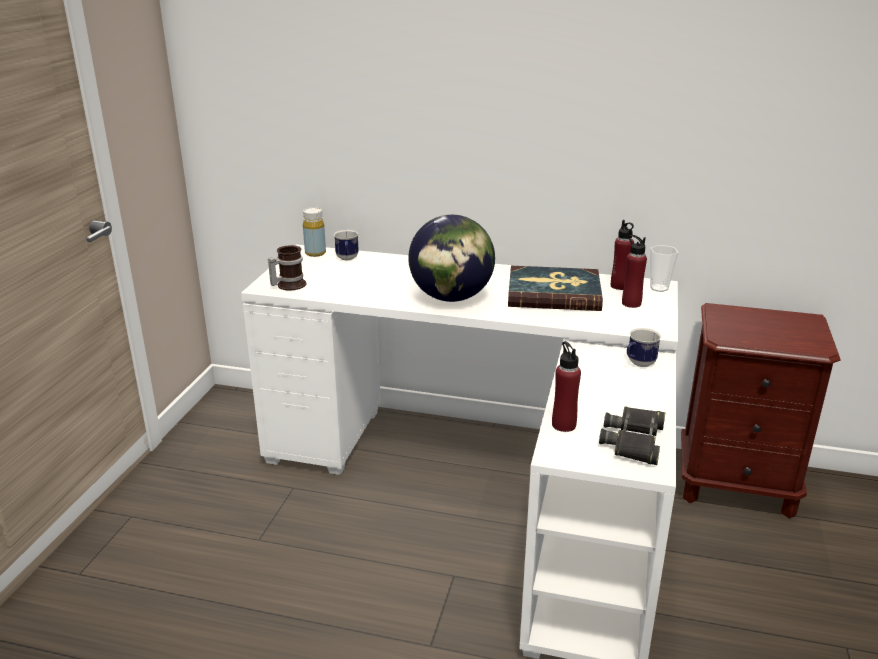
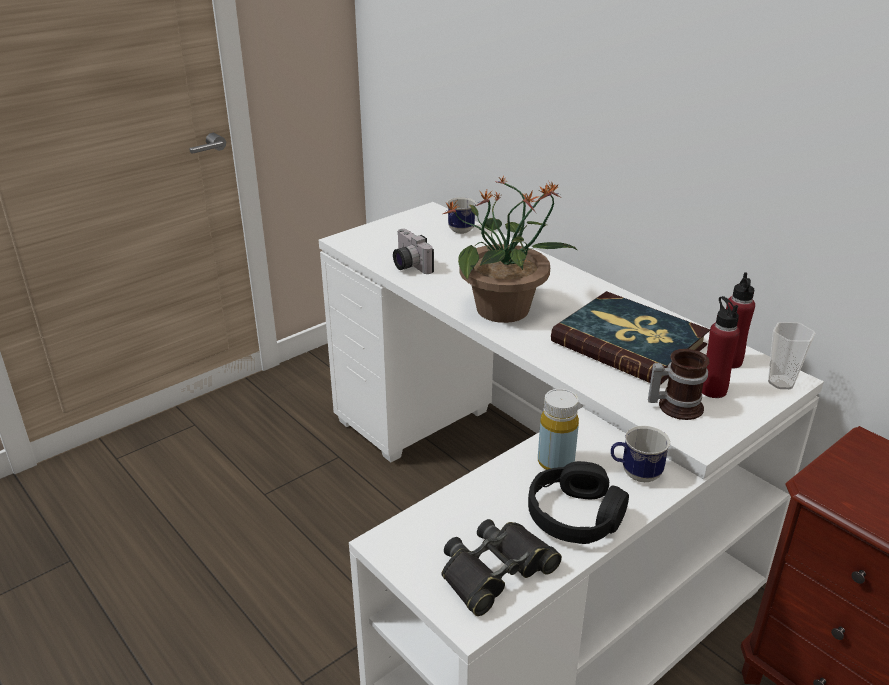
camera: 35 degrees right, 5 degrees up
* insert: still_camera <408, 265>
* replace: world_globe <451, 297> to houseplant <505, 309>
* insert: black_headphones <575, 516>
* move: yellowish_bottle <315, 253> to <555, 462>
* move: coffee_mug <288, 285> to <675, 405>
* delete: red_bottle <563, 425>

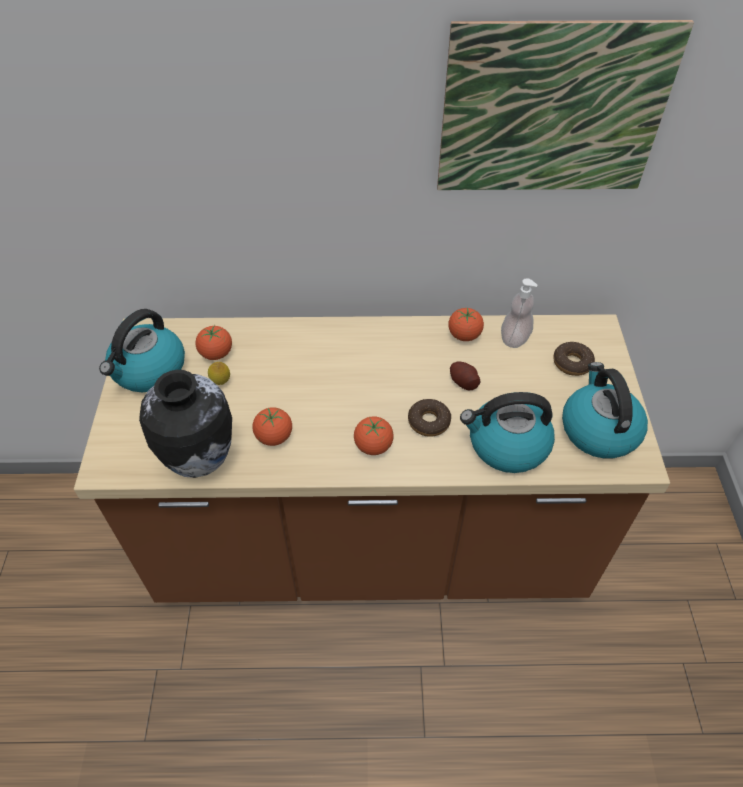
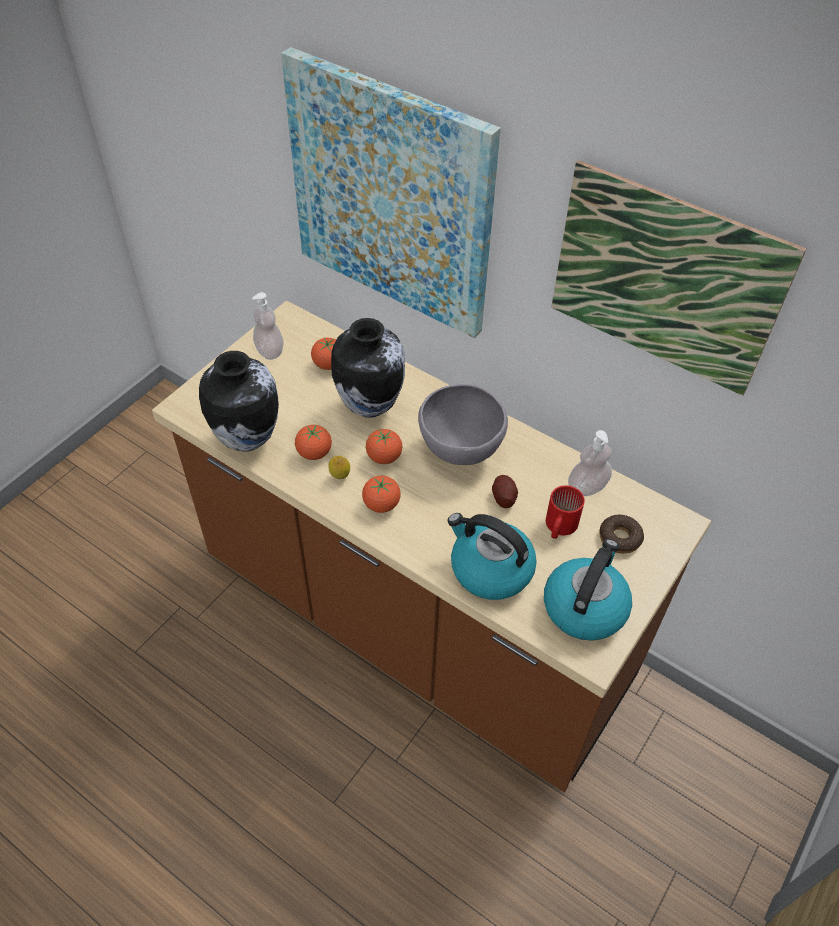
camera: 35 degrees right, 0 degrees up
* replace: water_kettle <148, 370> to liquid_soap_bottle <270, 351>
* insert: wall_art <391, 196>
* move: whole_lemon <221, 383> to <340, 477>
* insert: decorative_vase <369, 406>
* move: whole_tomato <464, 335> to <384, 457>
* insert: grey_serving_bowl <459, 450>
* insert: red_coffee_mug <558, 526>
* delete: doughnut <429, 422>

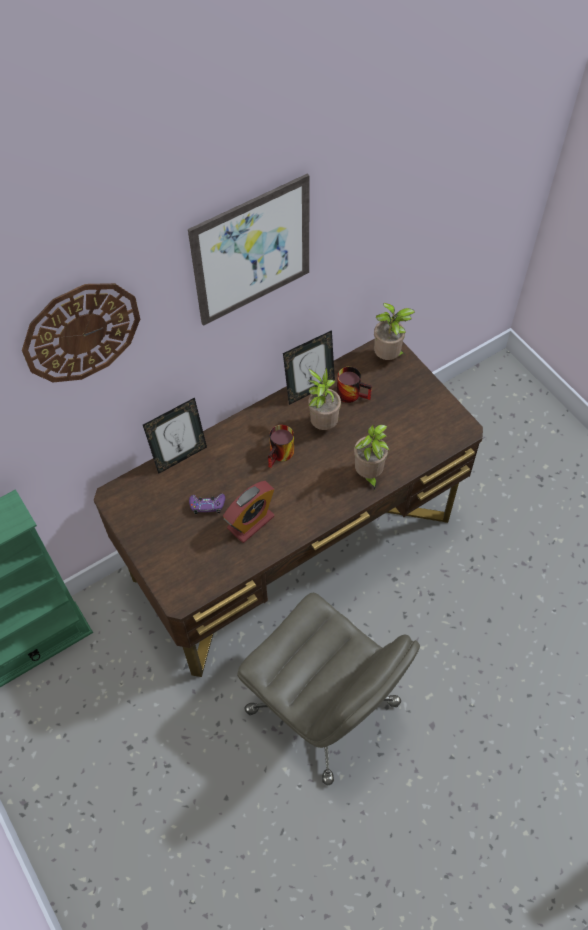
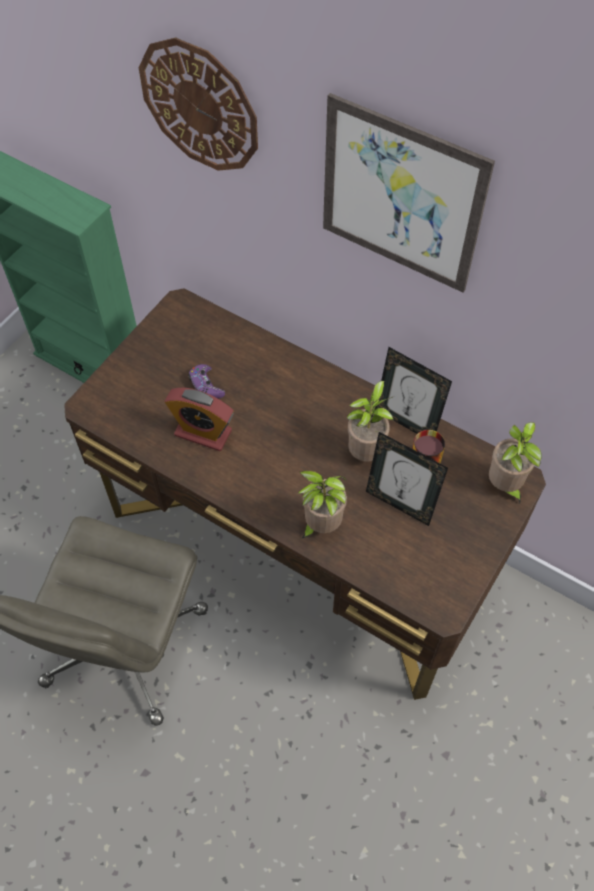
camera: 65 degrees right, 0 degrees up
* move: standing_frame <180, 457> to <400, 504>
* delete: coffee_mug <281, 455>

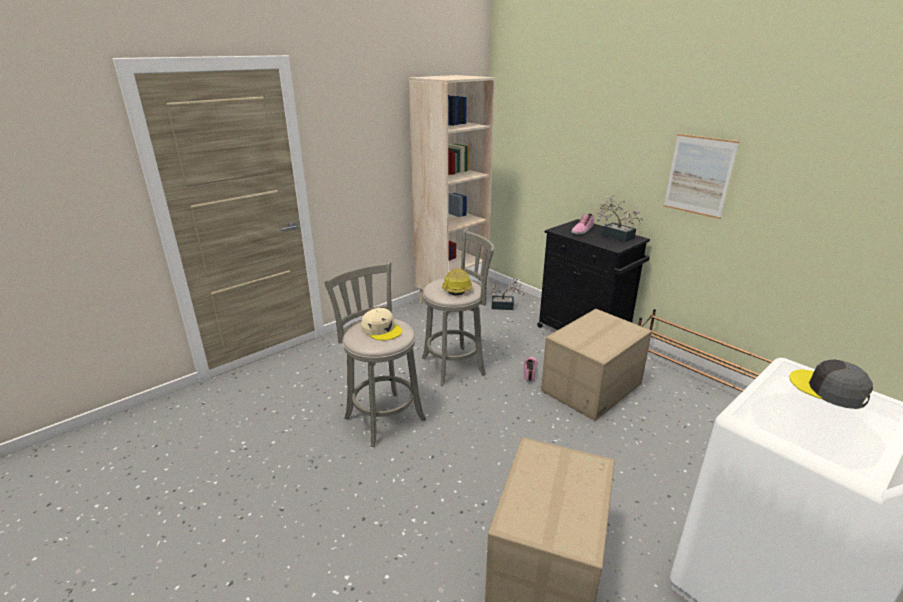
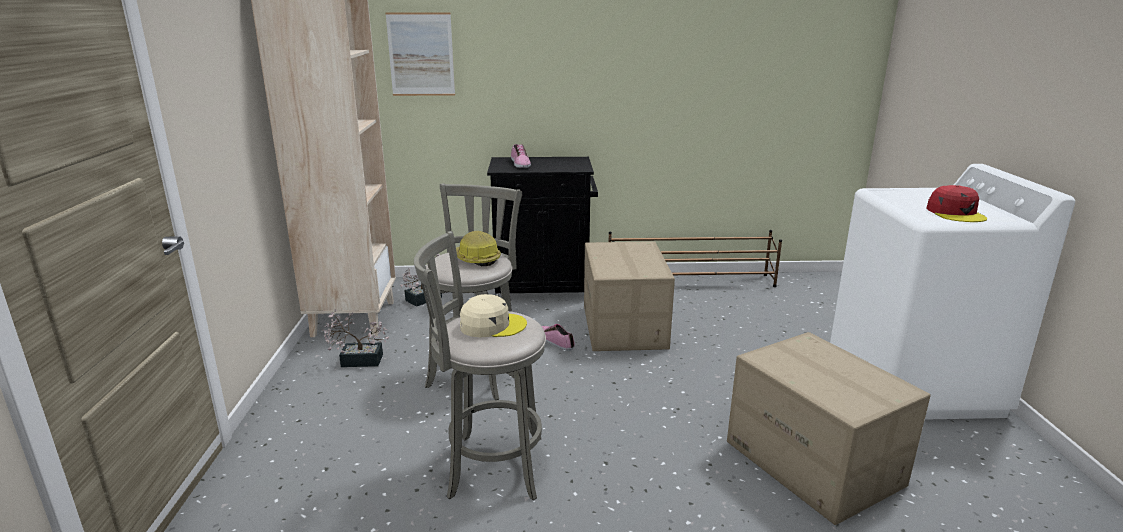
camera: 50 degrees left, 5 degrees down
* move: houseplant <615, 235> to <357, 360>
* move: wall_art <699, 175> to <421, 54>
* insert: red_peaked_cap <956, 213>
* delete: grey_peaked_cap <828, 389>

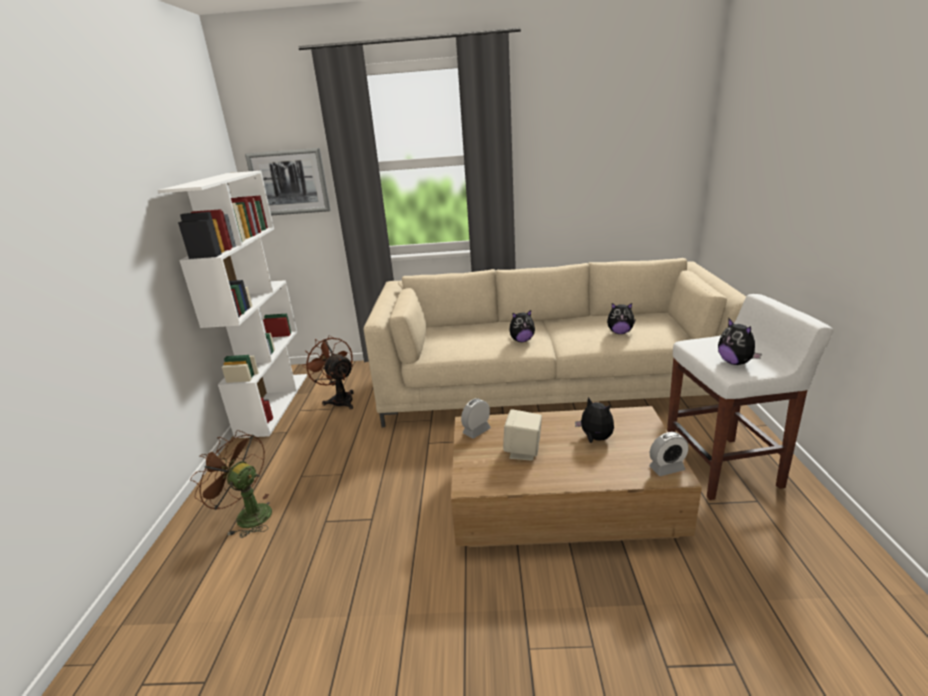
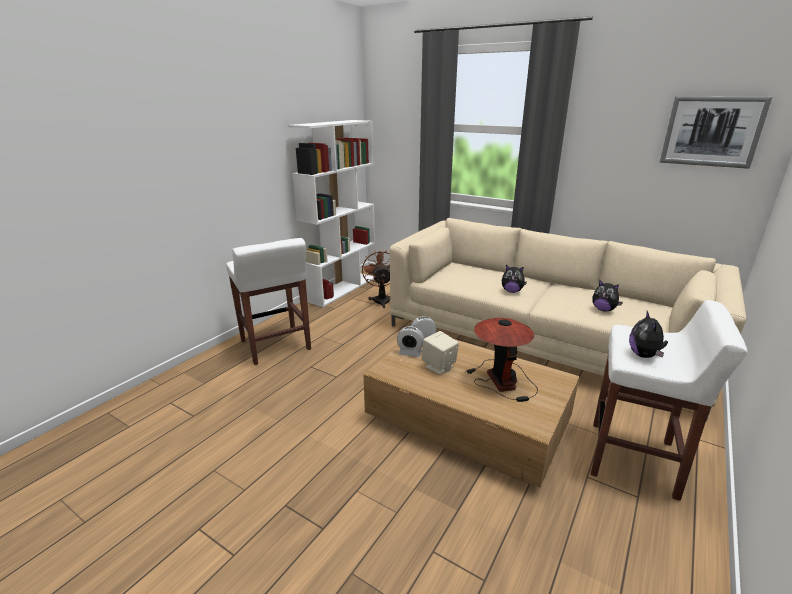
camera: 30 degrees right, 0 degrees up
* replace: brown-coloured_fan <247, 515> to white_sitting_stool <275, 346>
* move: bedside_clock <666, 468> to <410, 353>
* replace: soft_toy <595, 439> to tabletop_lamp <501, 379>
* move: wall_art <289, 182> to <711, 131>

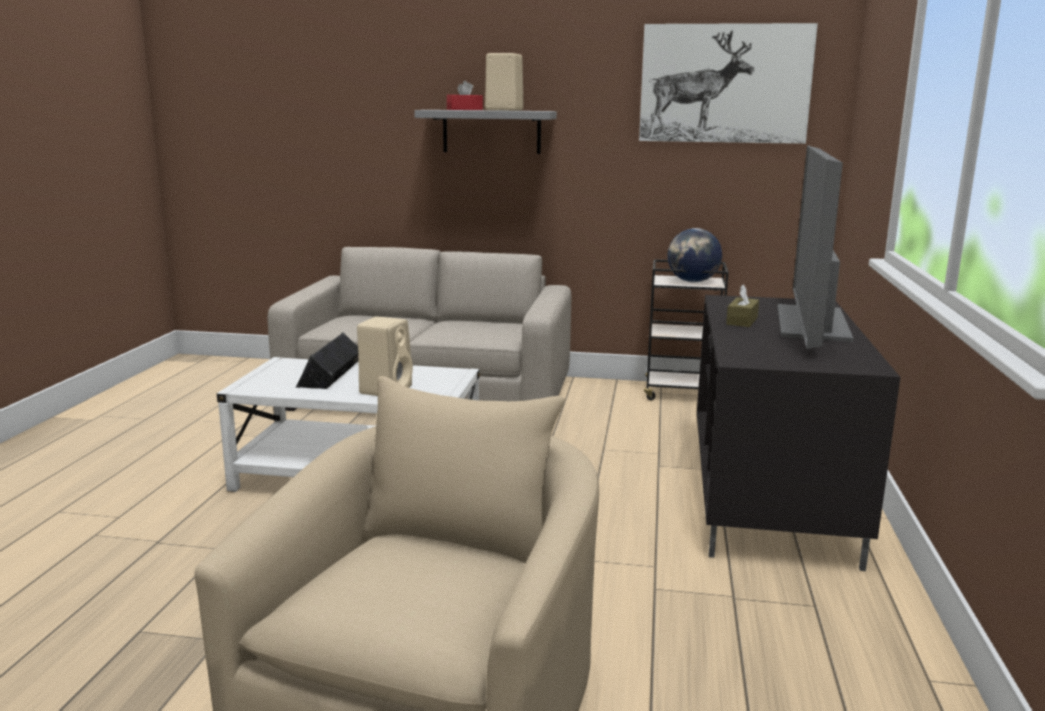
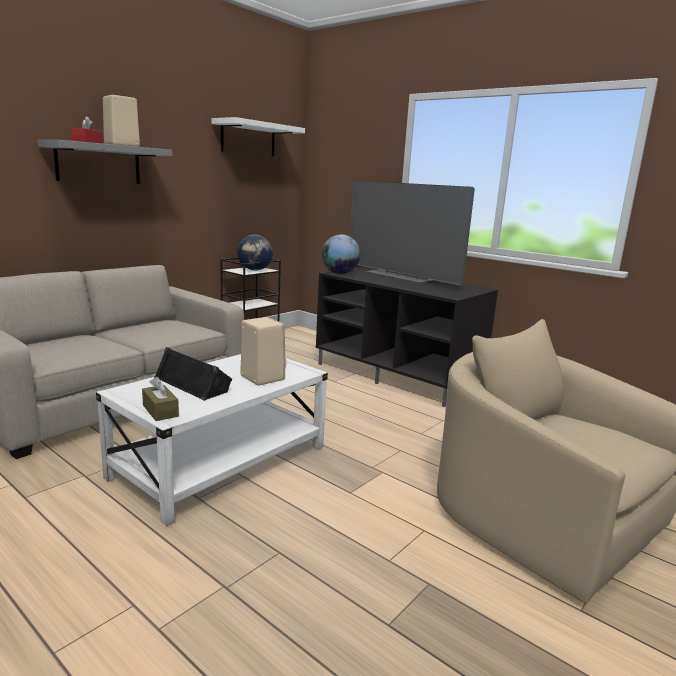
camera: 60 degrees left, 0 degrees up
* move: brown-coloured_tissue_box <742, 321> to <160, 411>
* replace: wall_art <725, 84> to white_shelf <248, 139>
* insert: world_globe <339, 273>

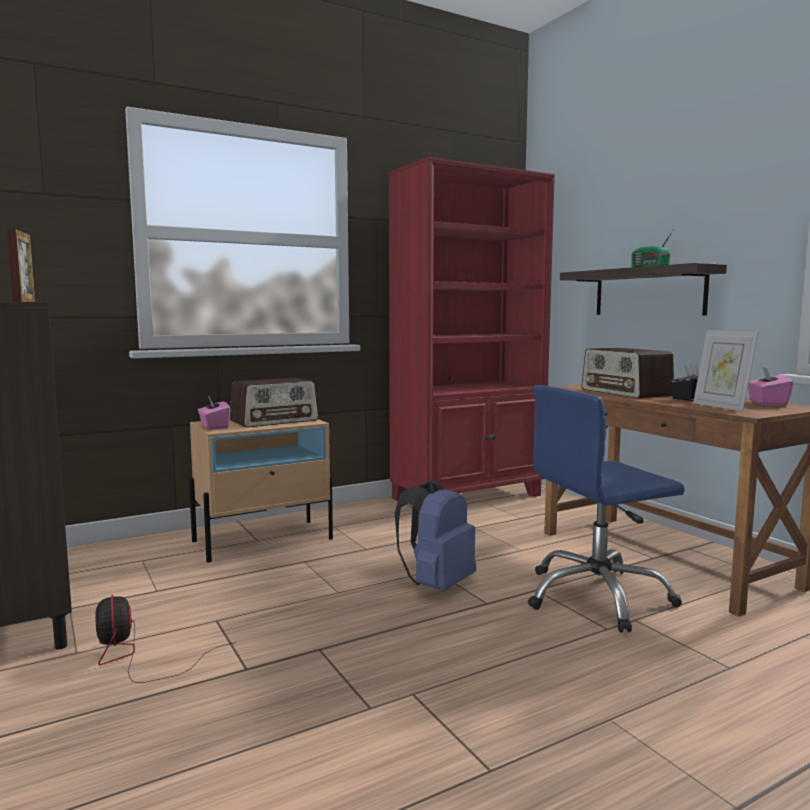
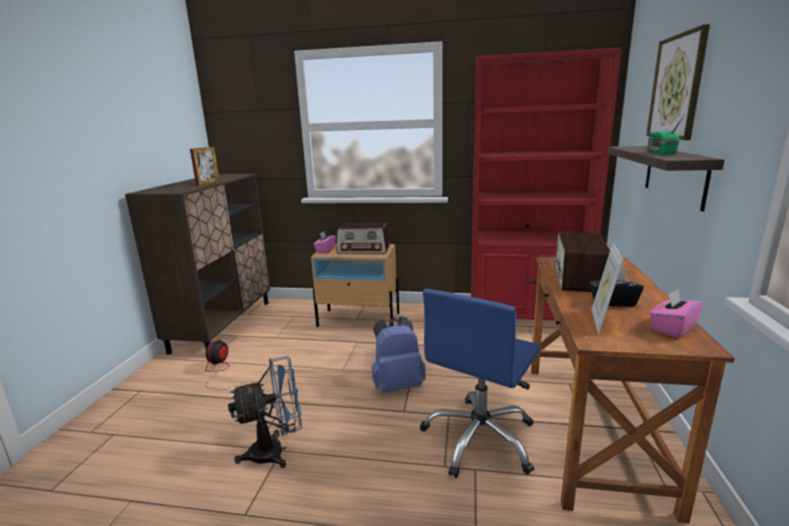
camera: 40 degrees right, 10 degrees up
* insert: blue-coloured_fan <276, 451>
* rotate: blue-coloured_desk_chair <597, 597> = <480, 439> 75 degrees counterclockwise
* insert: wall_art <677, 87>

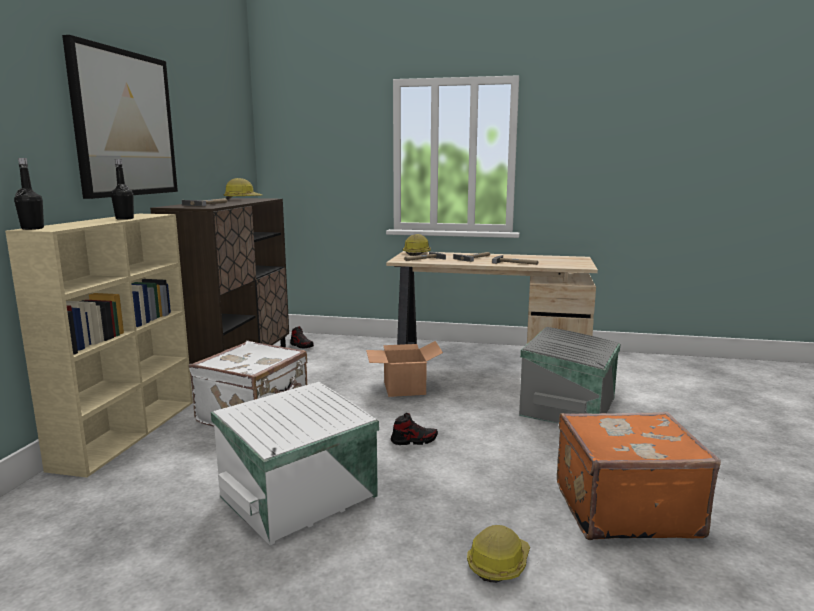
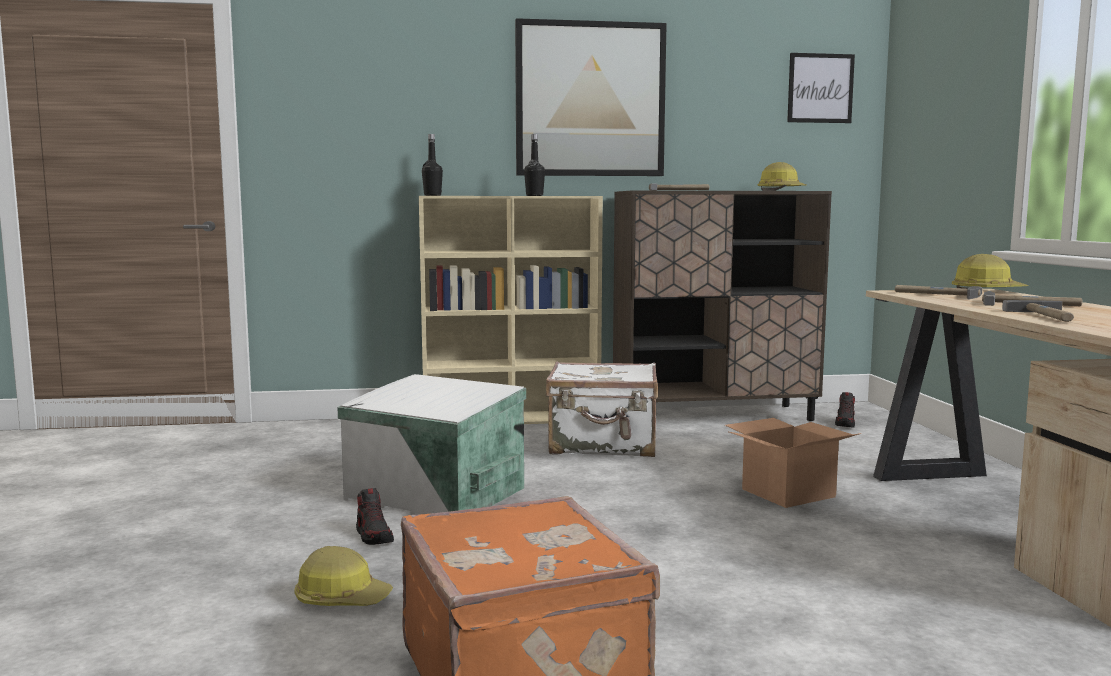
camera: 70 degrees right, 5 degrees down
* move: item_of_footwear <414, 440> to <374, 536>
* insert: wall_art <820, 88>
* delete: grey_storage_bin <570, 406>

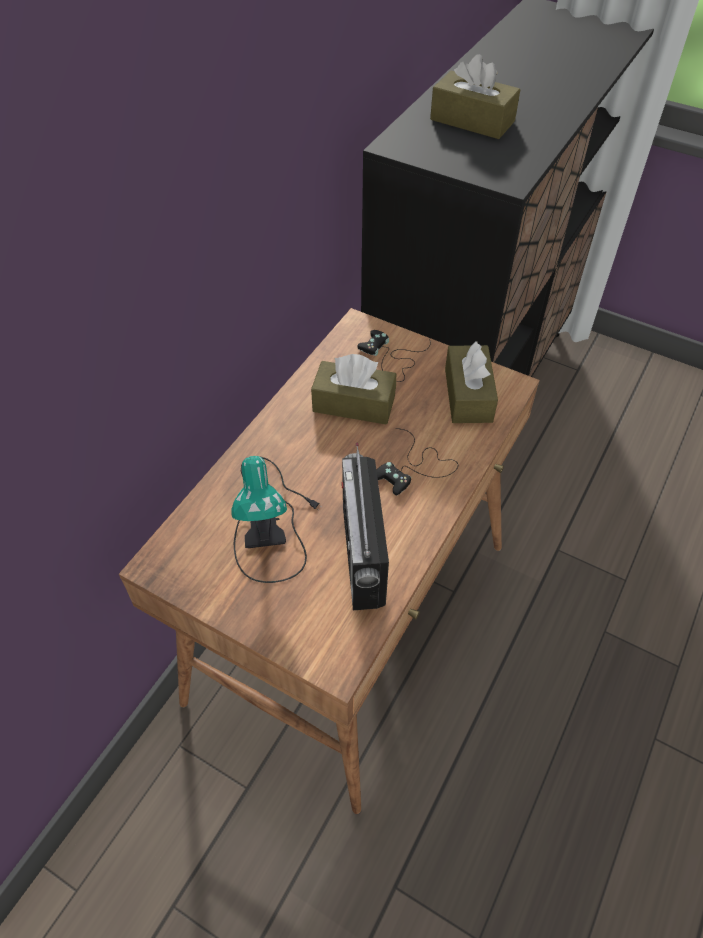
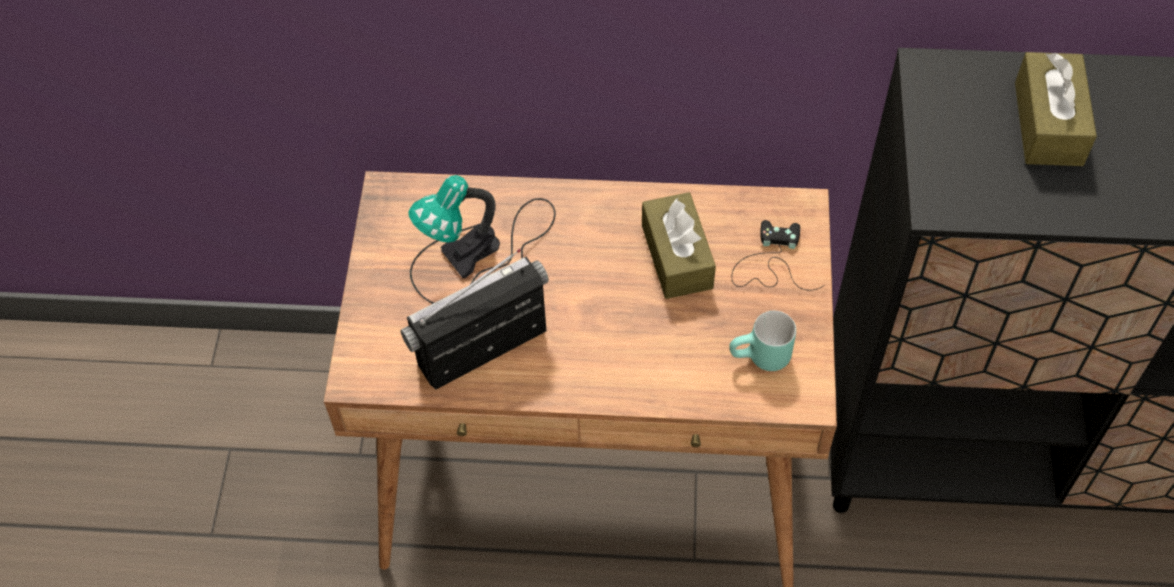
camera: 65 degrees right, 5 degrees up
* replace: brown-coloured_tissue_box <468, 395> to turquoise-coloured_coffee_mug <761, 360>
* delete: black_game_controller <415, 467>

